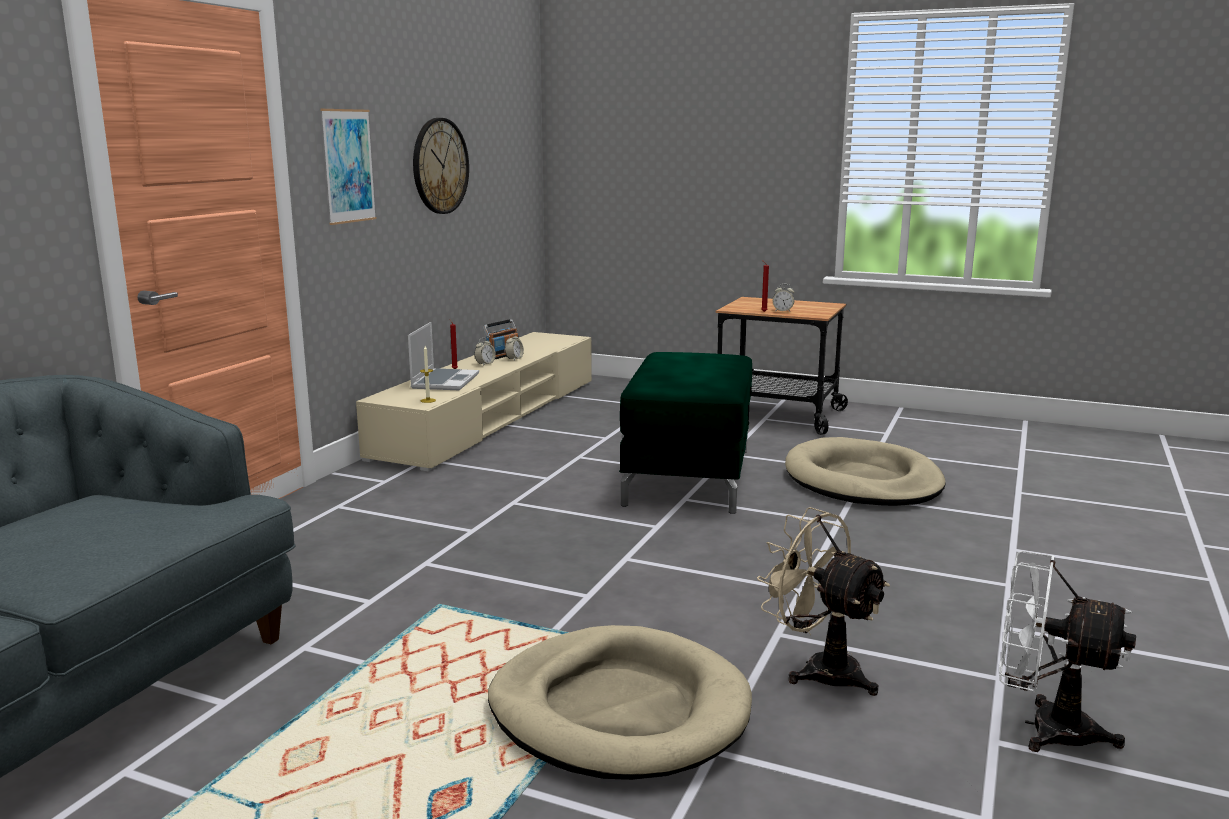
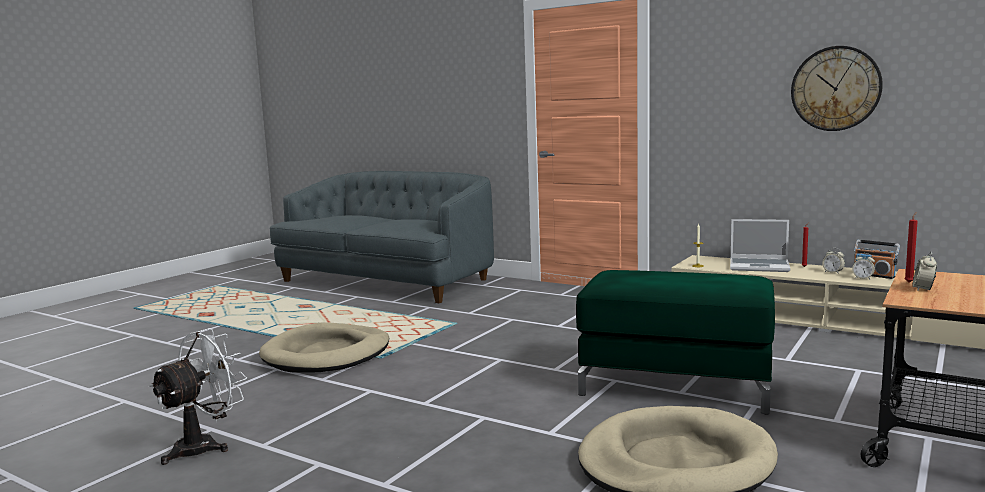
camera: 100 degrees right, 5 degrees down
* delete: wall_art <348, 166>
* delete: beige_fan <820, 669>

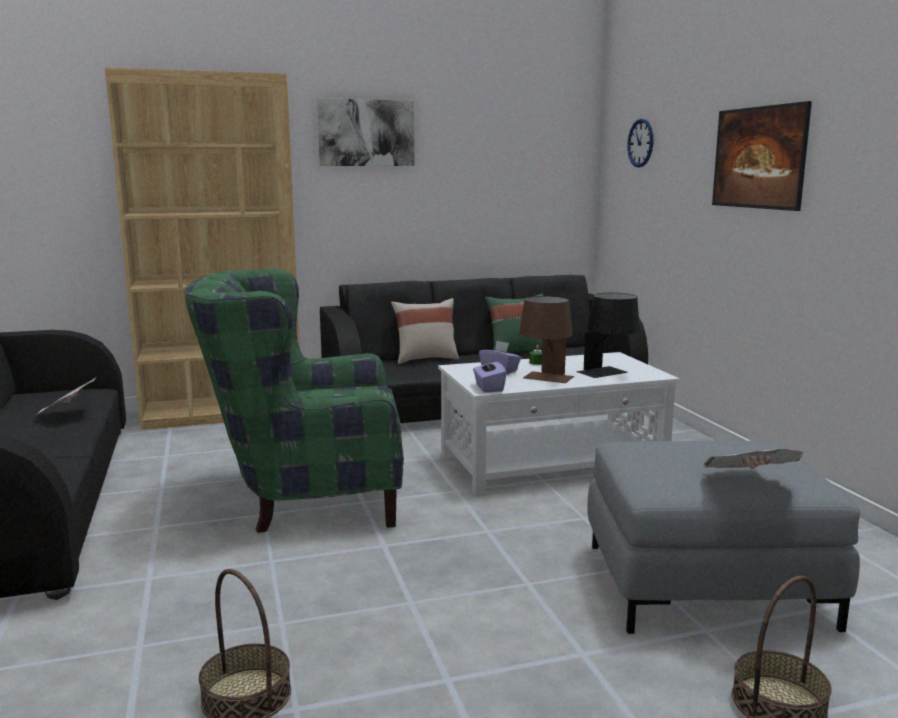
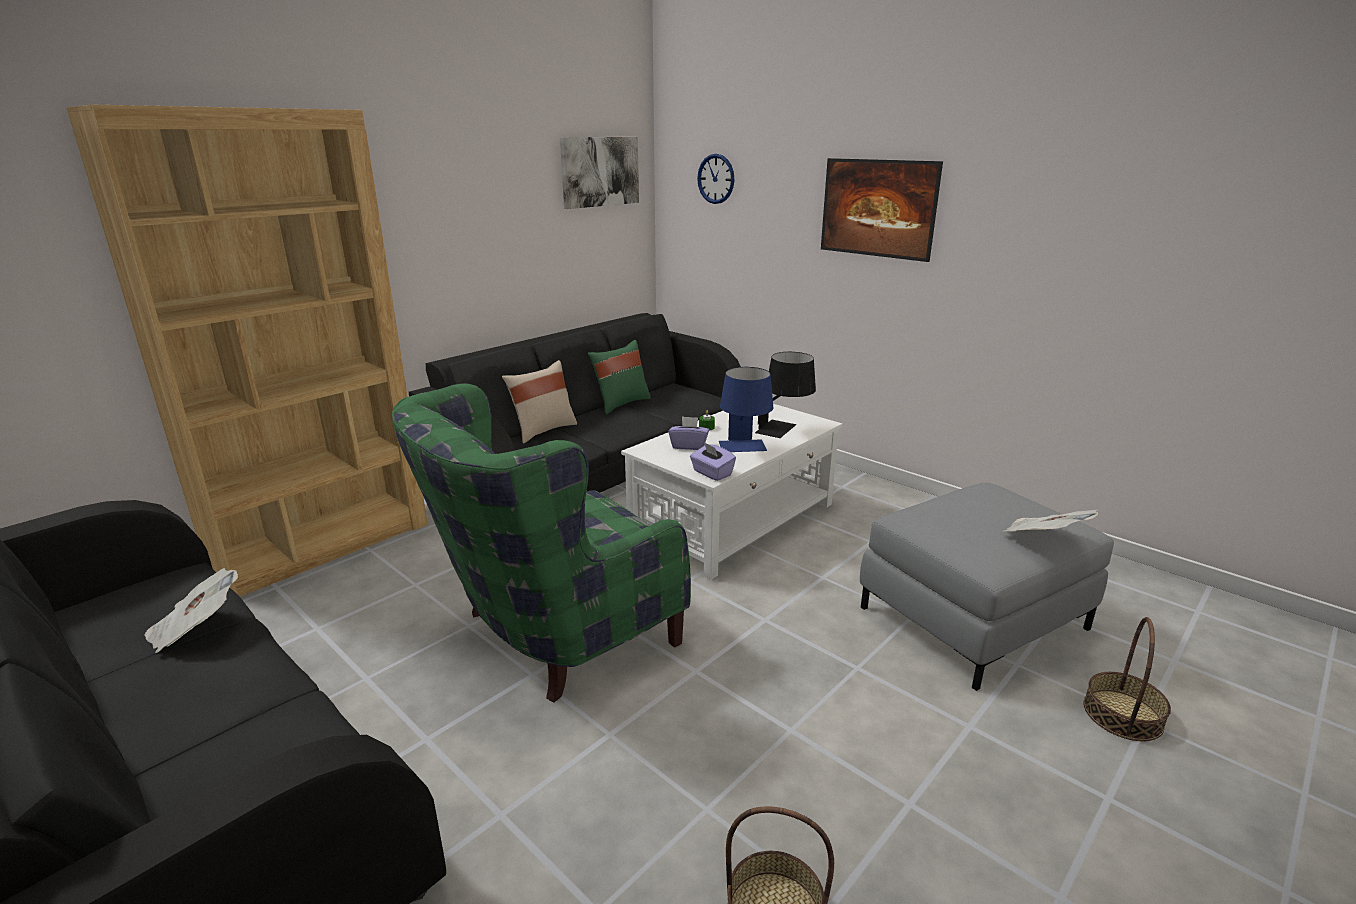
camera: 30 degrees left, 10 degrees up
* move: wall_art <366, 133> to <599, 171>
* recolor: brown-coloured_tabletop_lamp <545, 379> to blue-coloured_tabletop_lamp <744, 449>

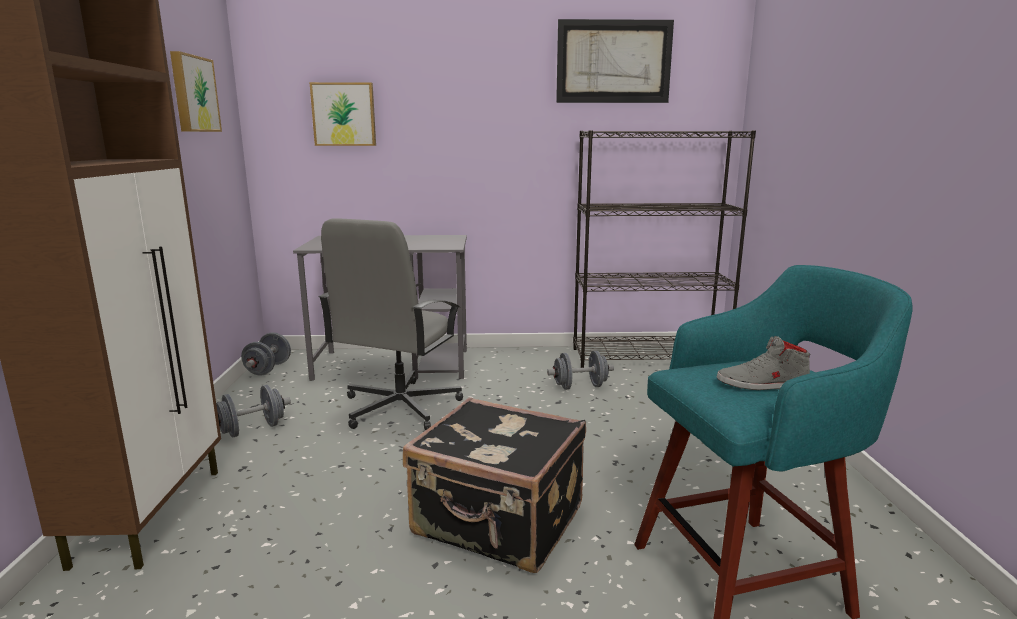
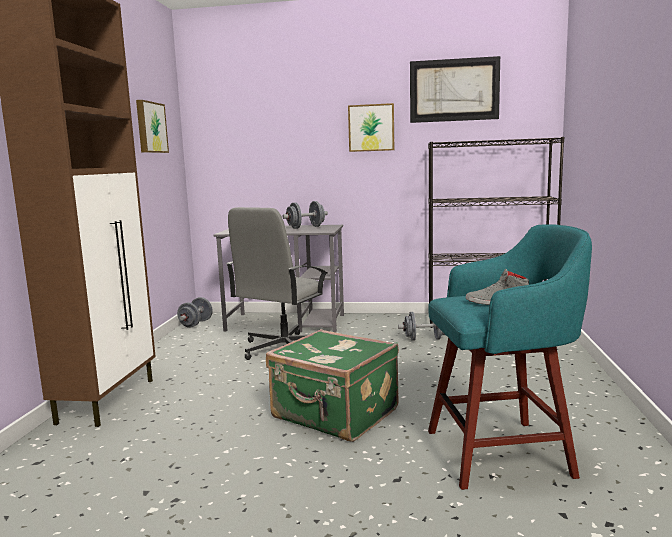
camera: 10 degrees right, 5 degrees down
* recolor: black_suitcase <498, 523> to green_suitcase <335, 415>
* move: grey_dumbbell <252, 430> to <306, 227>
* move: wall_art <344, 114> to <371, 128>

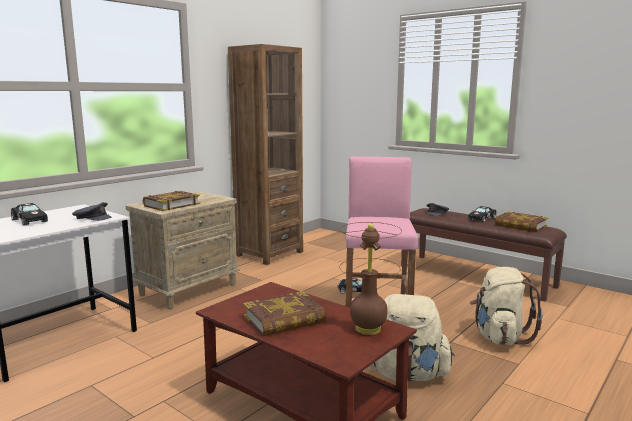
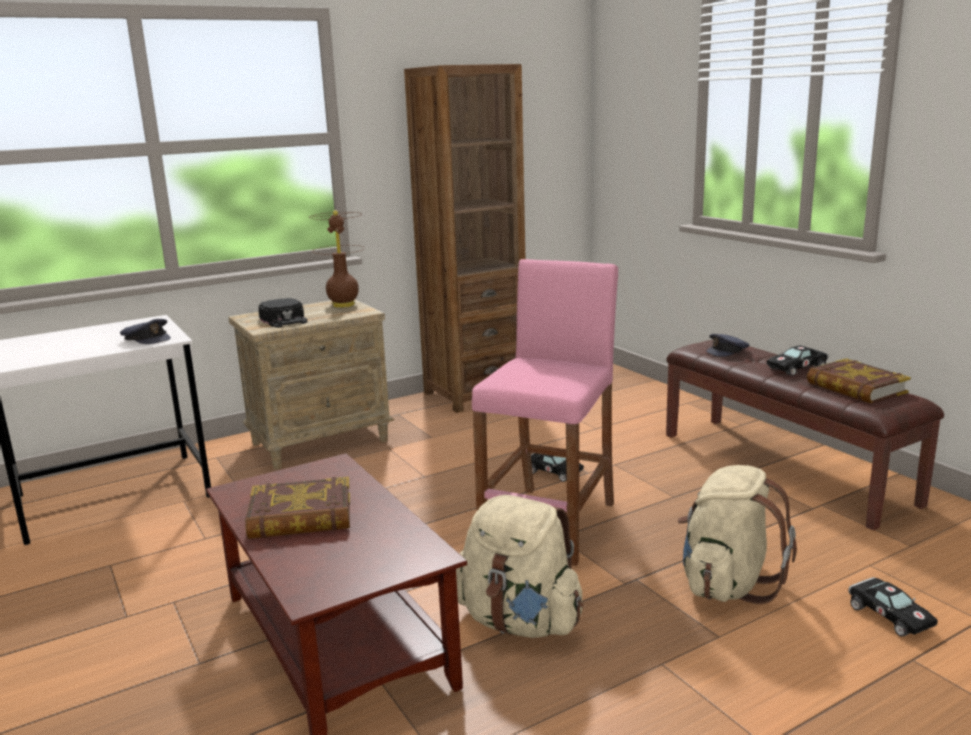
camera: 20 degrees right, 5 degrees up
* replace: volume <171, 205> to black_peaked_cap <284, 319>
* move: brown-coloured_tabletop_lamp <368, 329> to <343, 305>
* move: black_miniature_car <29, 220> to <887, 615>

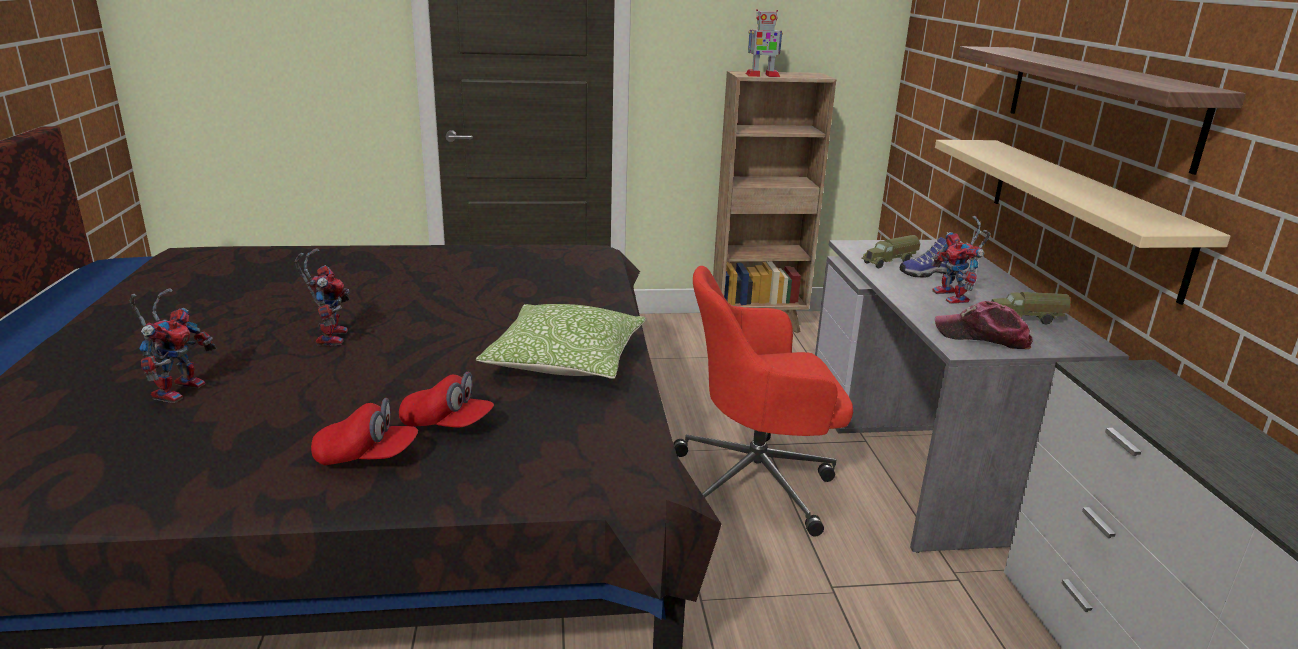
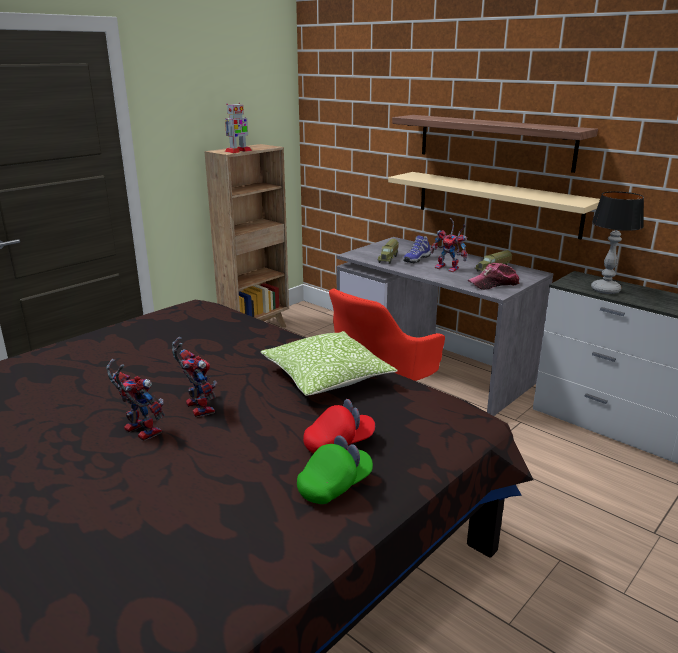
camera: 40 degrees left, 0 degrees up
* move: robot_figure <178, 388> to <196, 407>
* recolor: red_peaked_cap <366, 457> to green_peaked_cap <335, 485>
* insert: tabletop_lamp <605, 290>

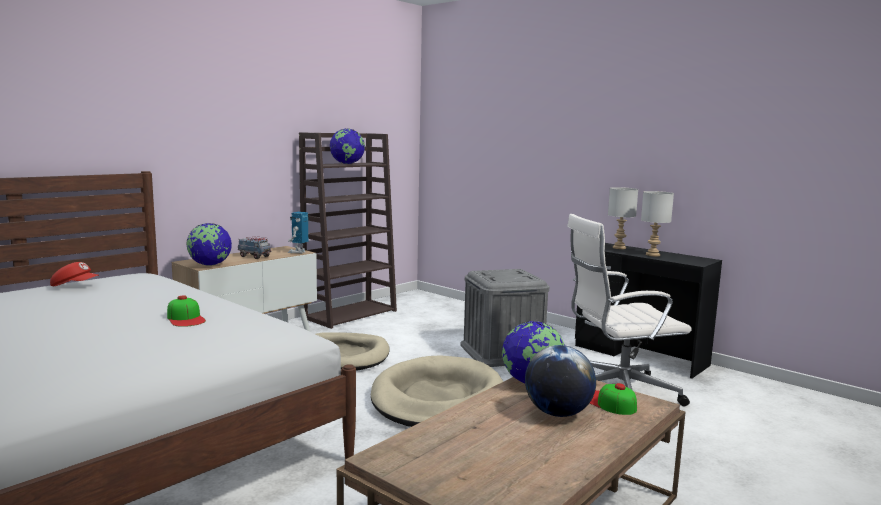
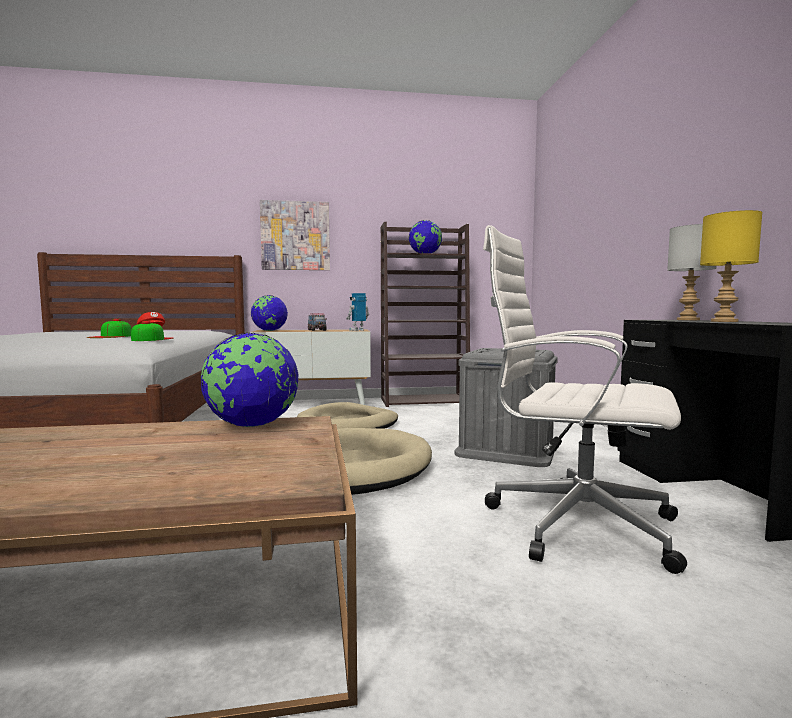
camera: 40 degrees right, 5 degrees down
* move: peaked_cap <607, 402> to <152, 339>
* insert: wall_art <295, 236>
* recolor: grey_tabletop_lamp <653, 255> to yellowish_tabletop_lamp <724, 321>
* delete: world_globe <558, 413>

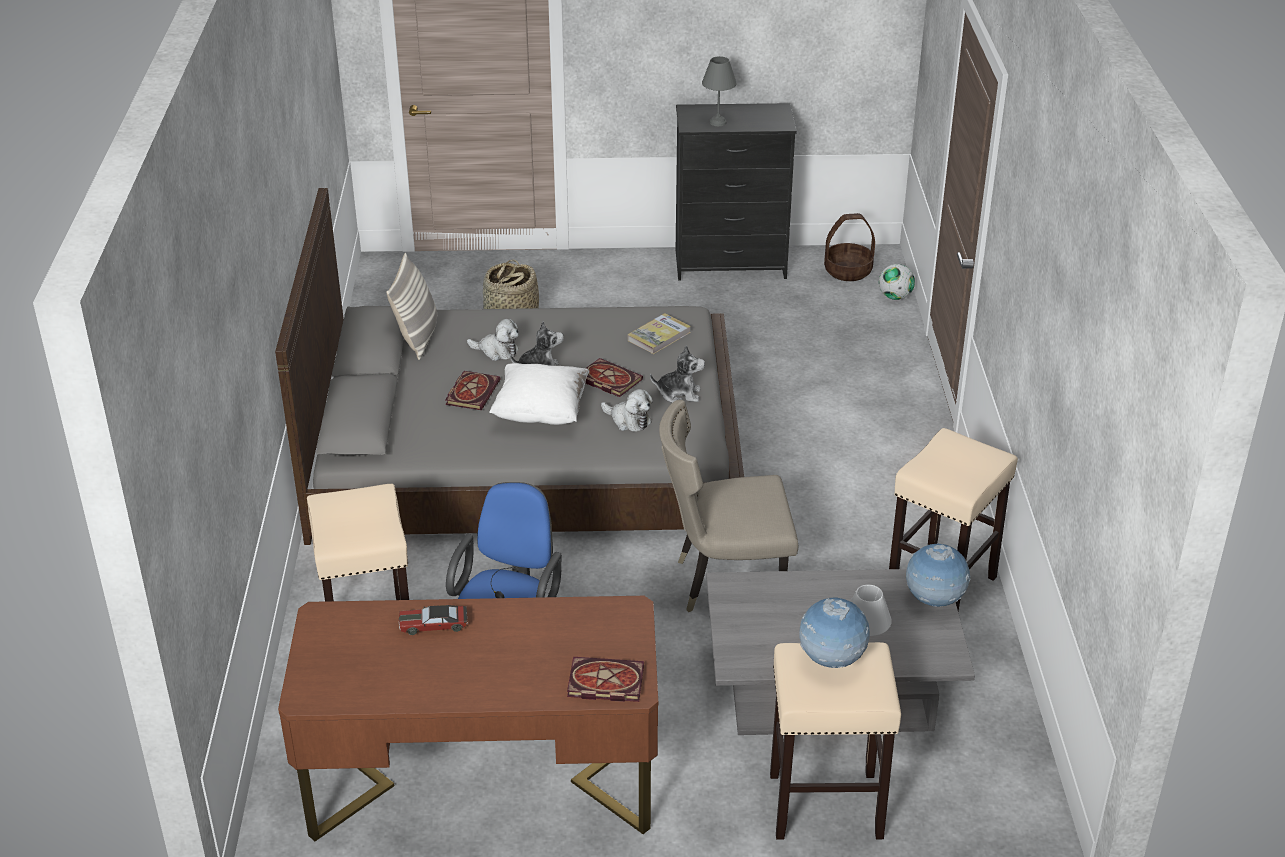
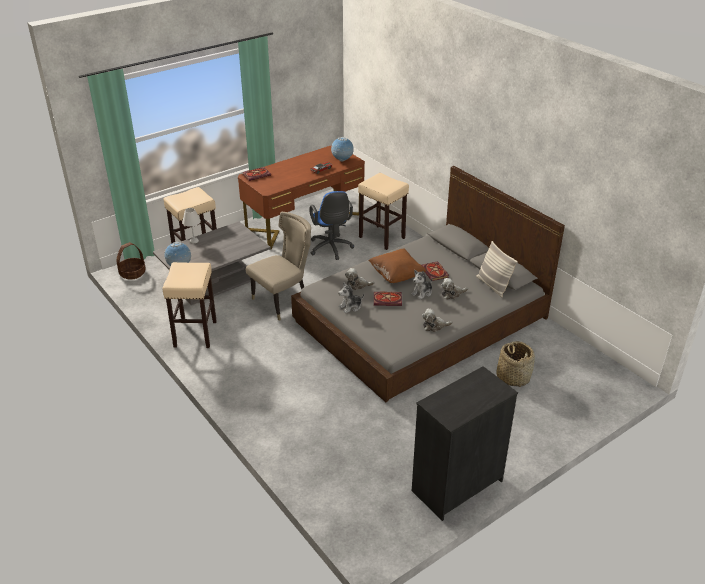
camera: 145 degrees right, 0 degrees up
* move: basket <848, 271> to <132, 273>
* move: world_globe <832, 661> to <342, 160>
* recolor: white_pillow <541, 413> to brown-coloured_pillow <396, 275>
* insert: soft_toy <434, 326>
* delete: volume <659, 336>
* delete: grey_tabletop_lamp <718, 123>
* delete: football <895, 297>

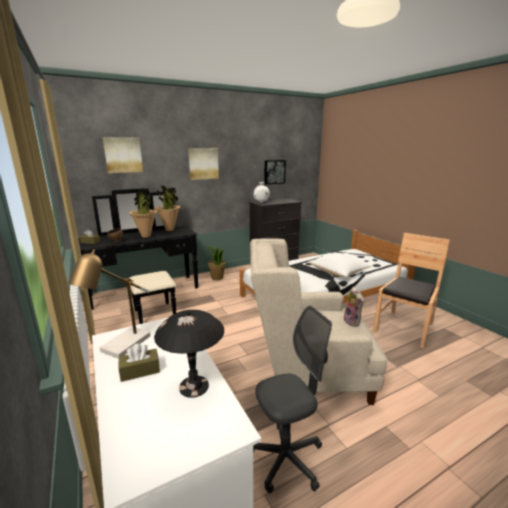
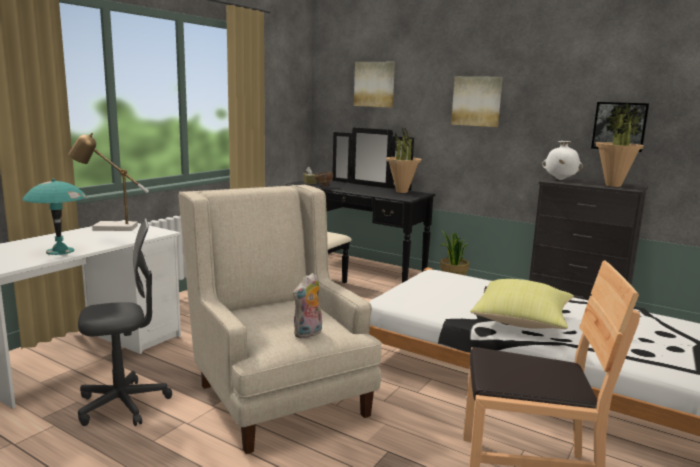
camera: 60 degrees right, 5 degrees down
* recolor: black_tabletop_lamp <193, 387> to turquoise-coloured_tabletop_lamp <59, 251>
* rotate: grey_desk_chair <286, 459> = <123, 404> 60 degrees counterclockwise
* recolor: white_pillow <339, 273> to yellowish_pillow <522, 322>
* move: houseplant <146, 236> to <613, 185>
* delete: brown-coloured_tissue_box <140, 371>

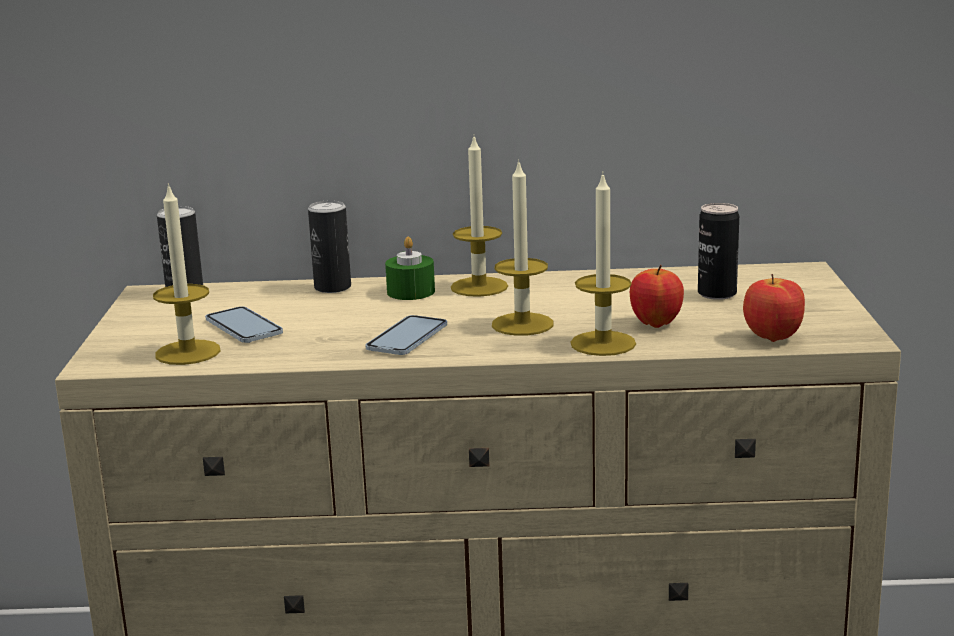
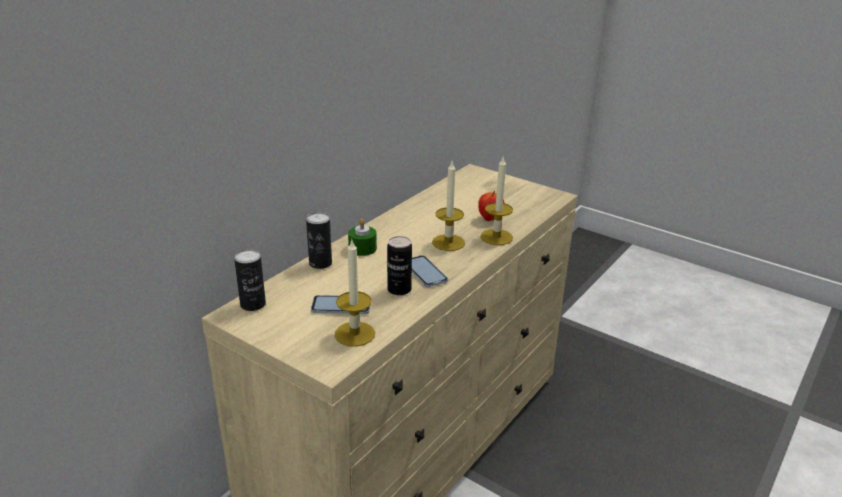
camera: 55 degrees left, 10 degrees up
* move: can <717, 294> to <399, 289>
* delete: candle <479, 287>
* delete: whole_apple <772, 338>

